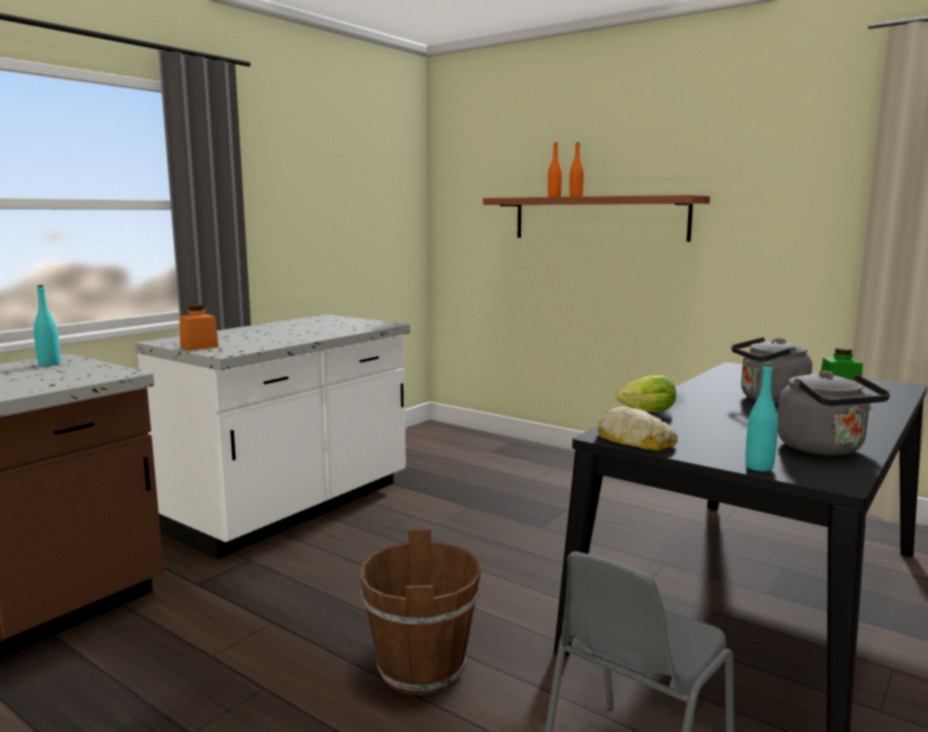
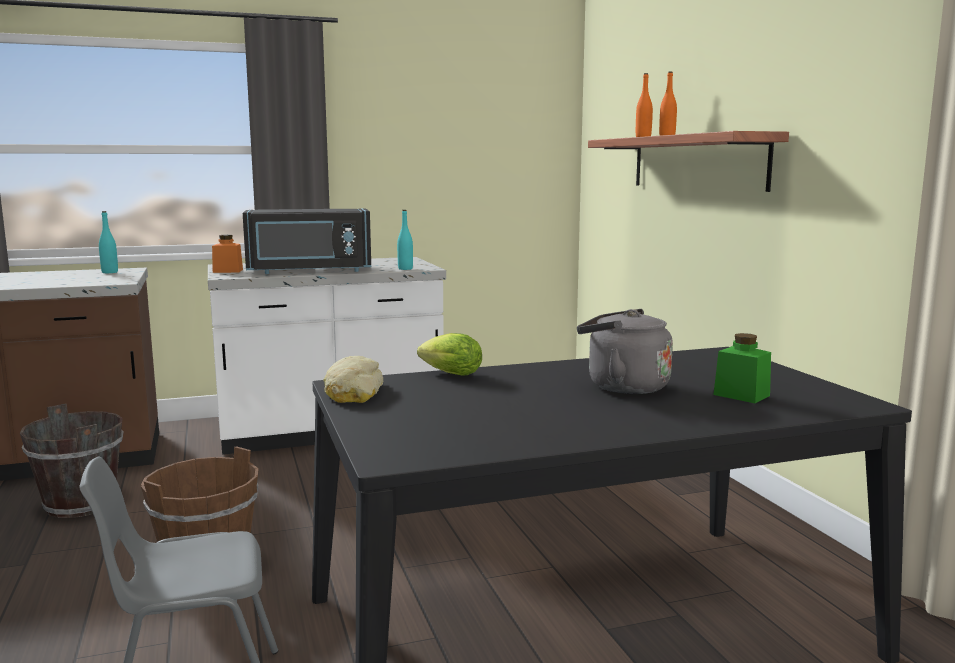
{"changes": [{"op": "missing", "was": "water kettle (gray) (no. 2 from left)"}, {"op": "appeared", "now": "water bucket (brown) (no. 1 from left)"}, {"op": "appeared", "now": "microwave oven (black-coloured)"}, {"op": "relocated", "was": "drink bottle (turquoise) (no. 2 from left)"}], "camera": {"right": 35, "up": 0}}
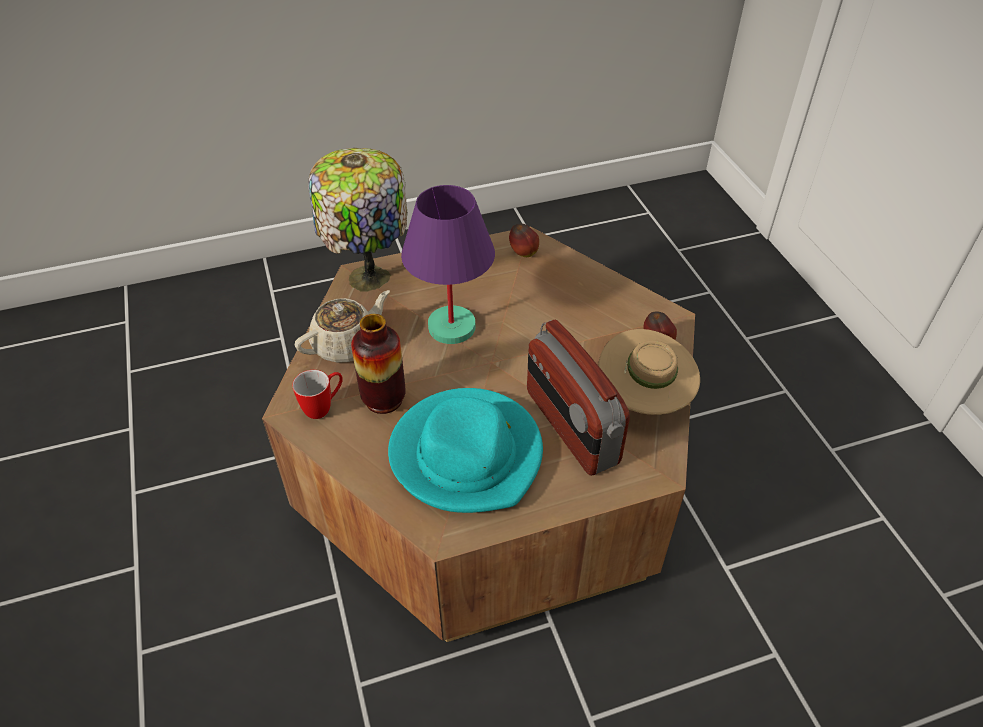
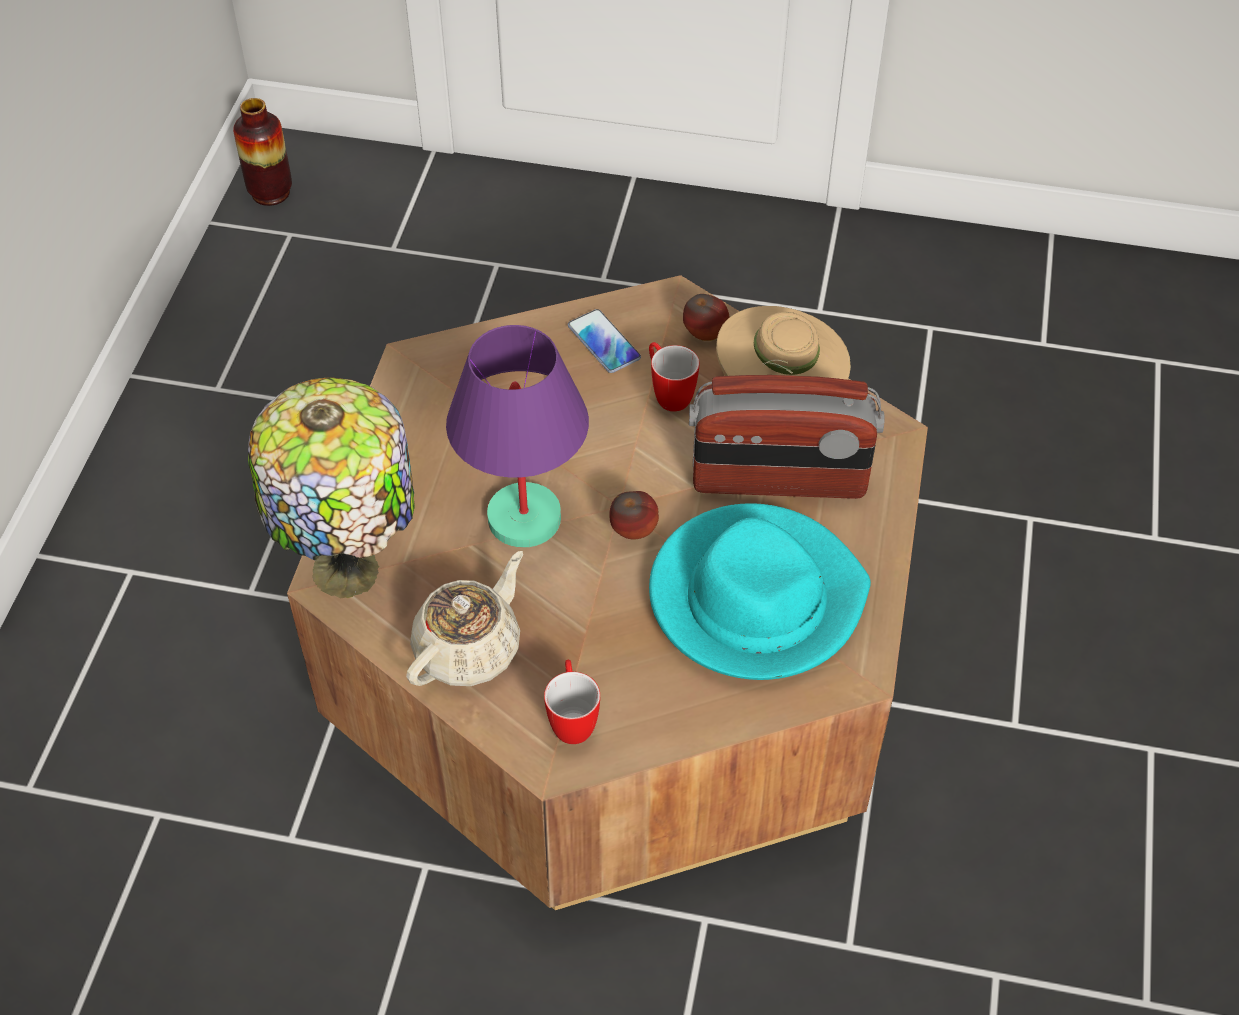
{"changes": [{"op": "appeared", "now": "phone"}, {"op": "appeared", "now": "mug (no. 2 from left)"}, {"op": "relocated", "was": "decorative vase"}, {"op": "relocated", "was": "apple (no. 1 from left)"}, {"op": "spun", "was": "teapot (beige-coloured)", "clockwise": 45}], "camera": {"right": -60, "up": 5}}
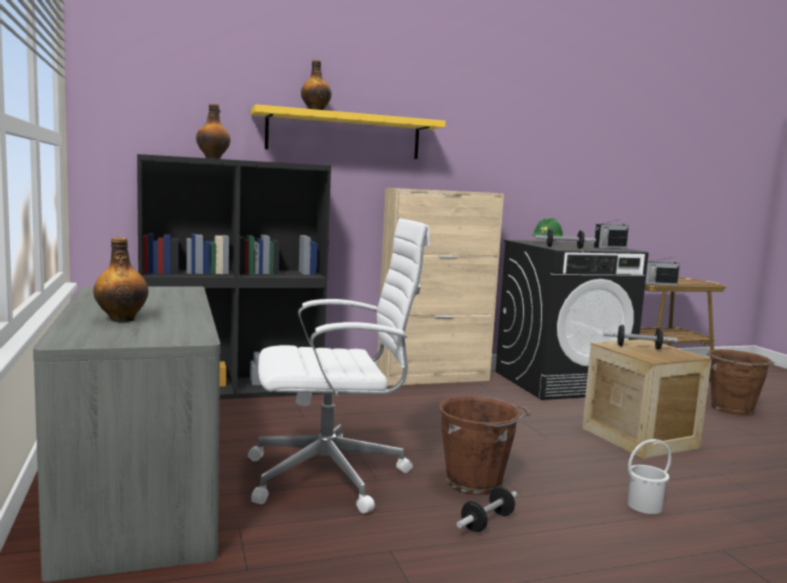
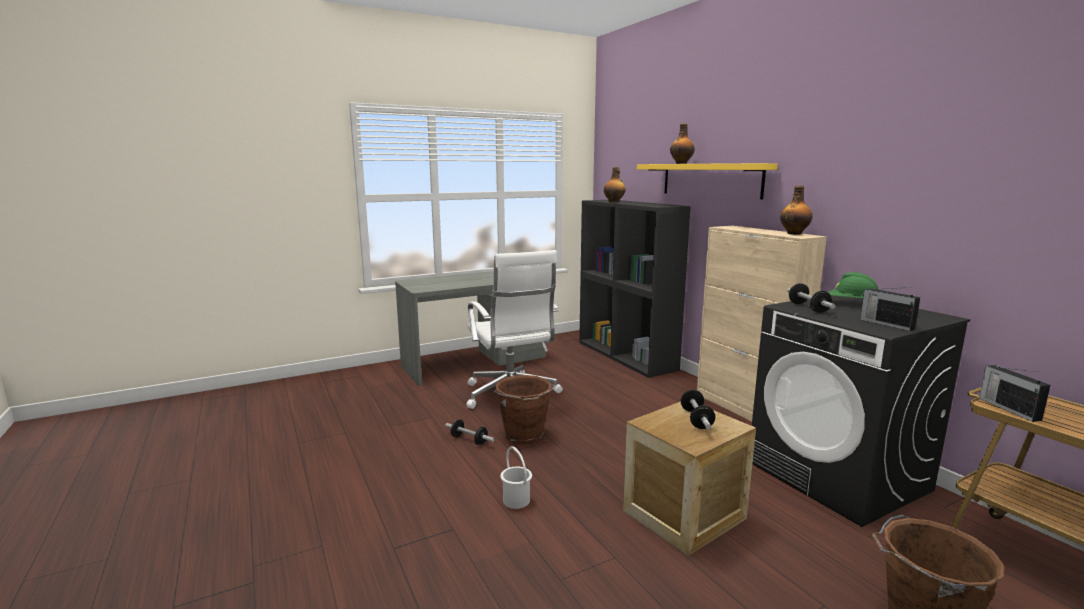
{"changes": [{"op": "relocated", "was": "drink bottle (no. 1 from left in the first image)", "now": "drink bottle (no. 3 from left)"}], "camera": {"right": 80, "up": 5}}
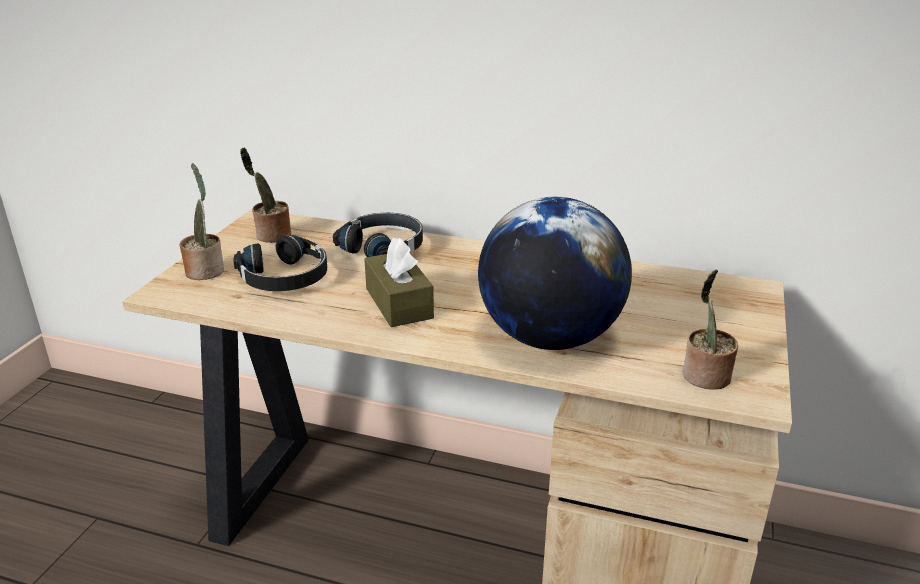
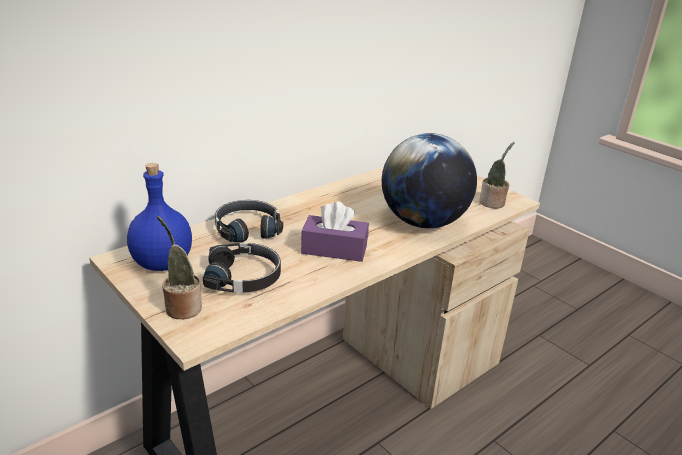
{"changes": [{"op": "exchanged", "was": "houseplant (no. 2 from left)", "now": "drink bottle (blue-coloured)"}, {"op": "colour", "was": "box of tissues (brown)", "now": "box of tissues (purplish)"}], "camera": {"right": -60, "up": 0}}
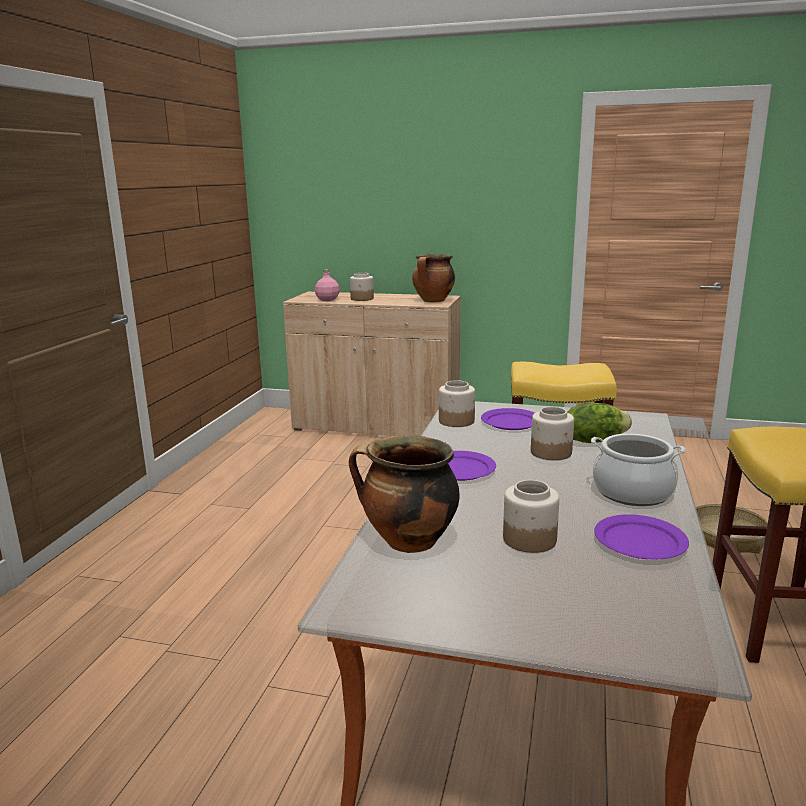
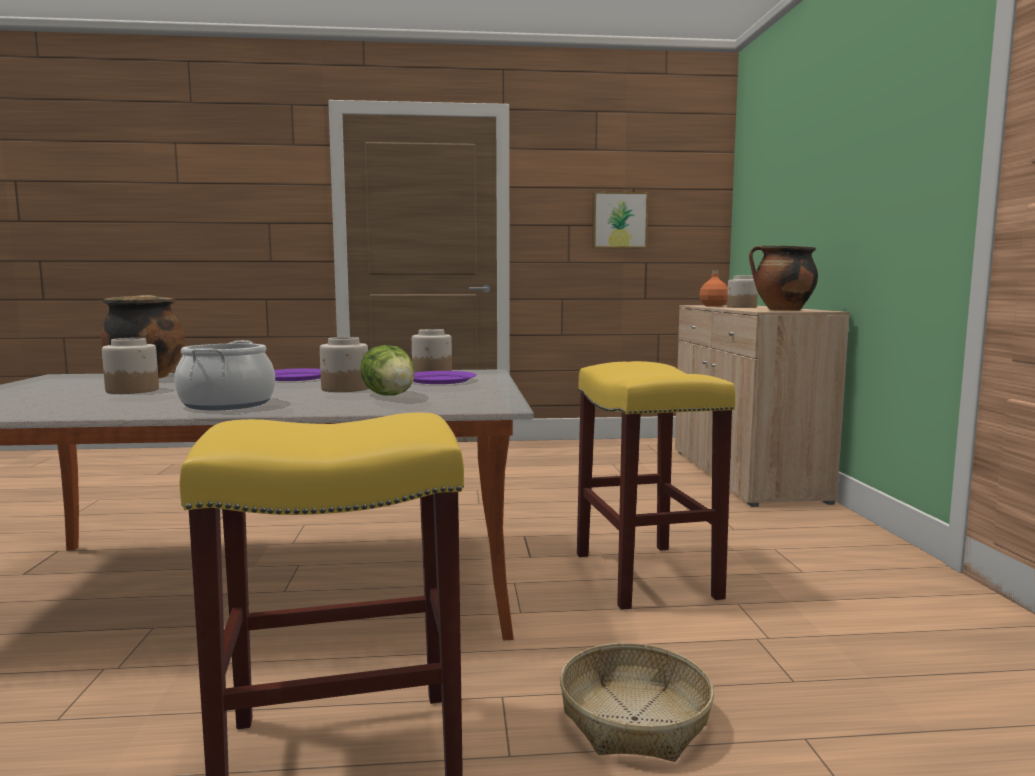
{"changes": [{"op": "missing", "was": "plate (purplish) (no. 3 from left)"}, {"op": "appeared", "now": "wall art"}, {"op": "colour", "was": "drink bottle (pink)", "now": "drink bottle (orange-coloured)"}], "camera": {"right": 70, "up": -10}}
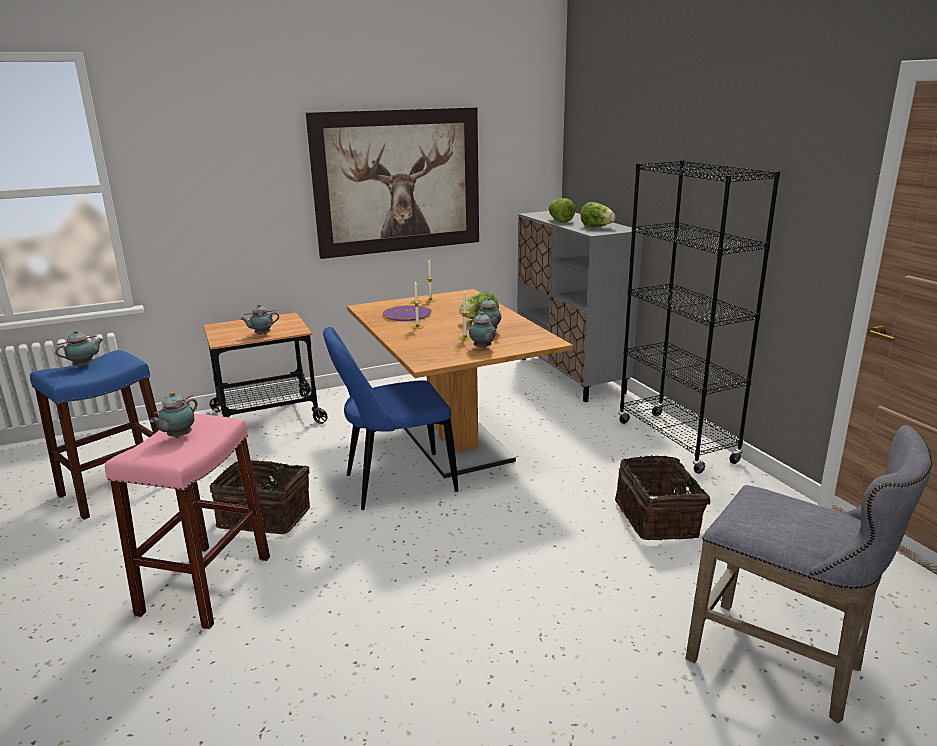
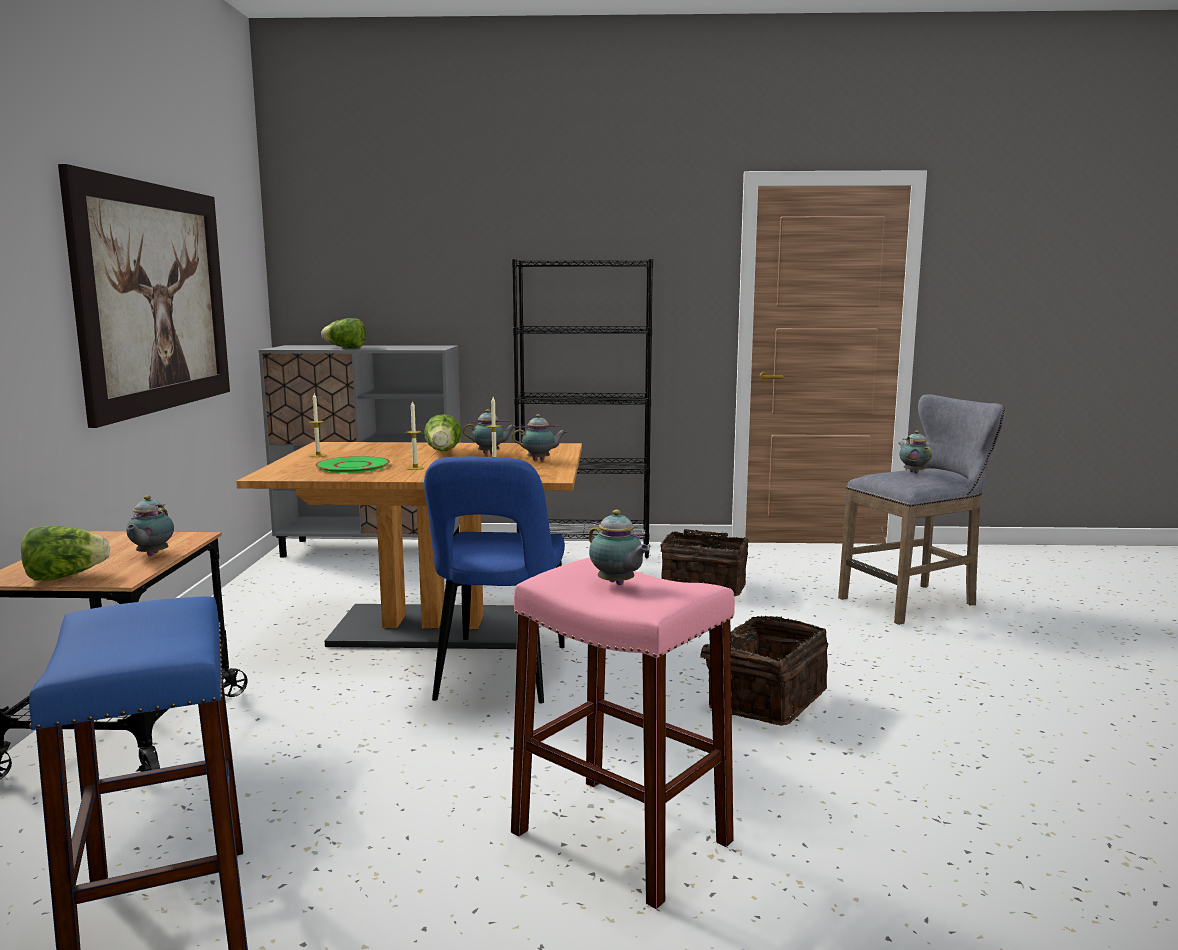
{"changes": [{"op": "relocated", "was": "teapot (no. 1 from left in the first image)", "now": "teapot (no. 5 from left)"}, {"op": "relocated", "was": "household basket (no. 1 from left in the first image)", "now": "household basket (no. 2 from left)"}, {"op": "relocated", "was": "lettuce (no. 3 from left in the first image)", "now": "lettuce (no. 1 from left)"}, {"op": "colour", "was": "plate (purplish)", "now": "plate (greenish)"}], "camera": {"right": -65, "up": -10}}
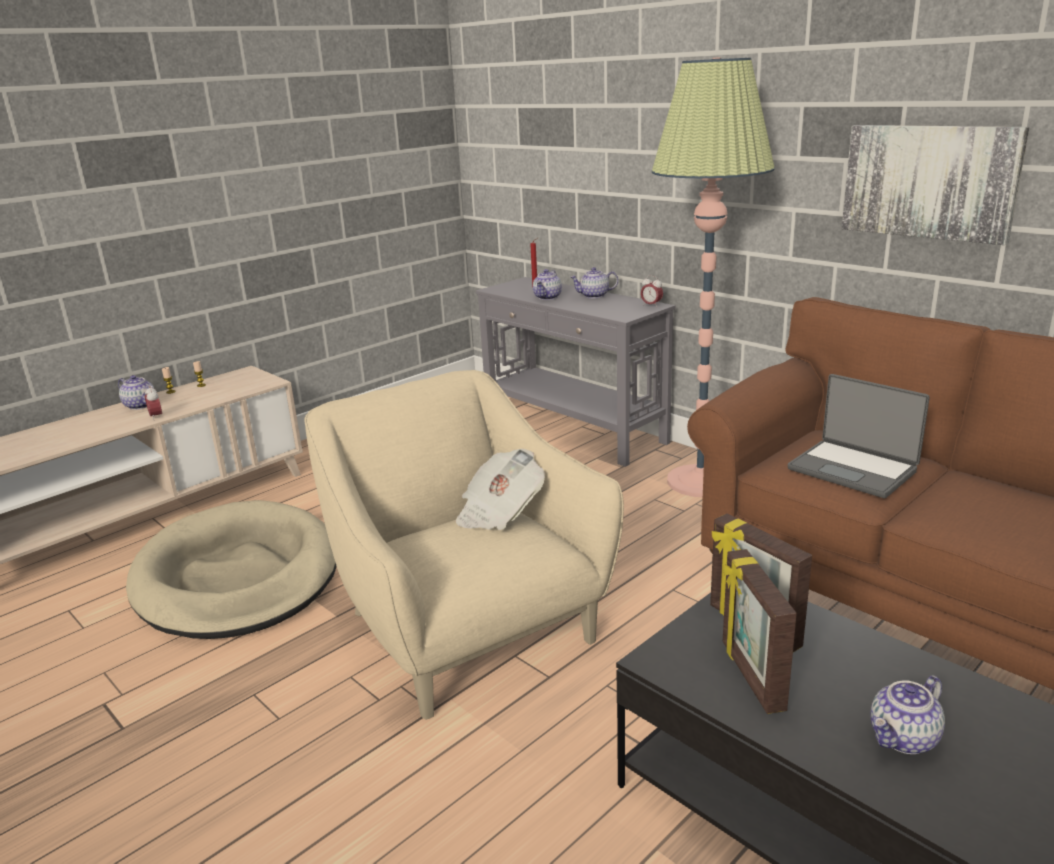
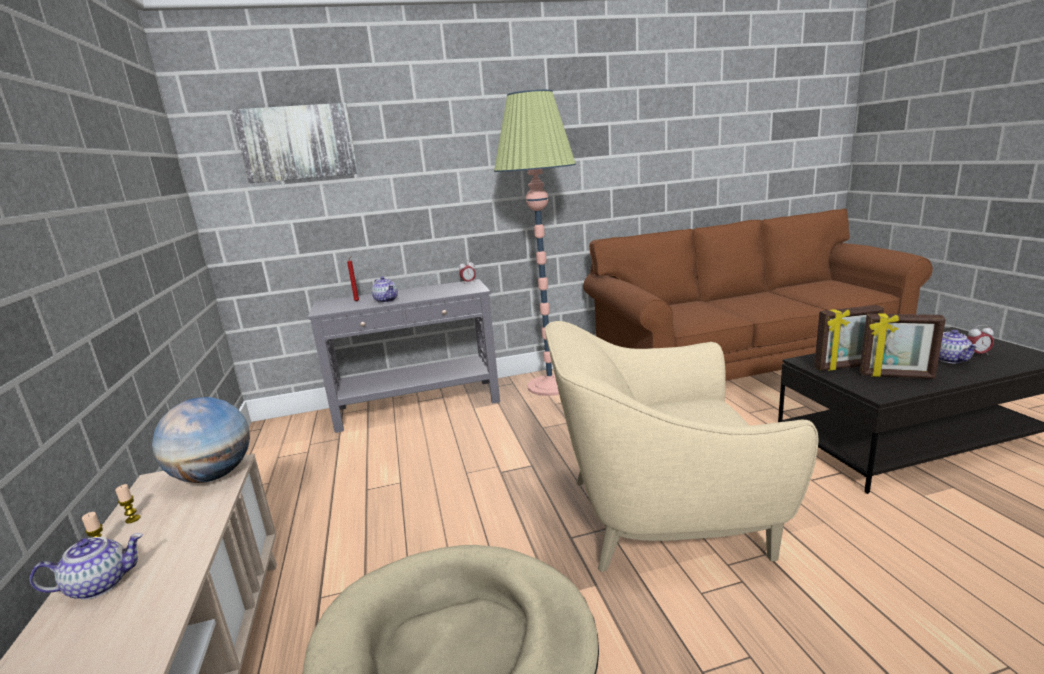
{"changes": [{"op": "missing", "was": "daily paper"}, {"op": "missing", "was": "teapot (no. 3 from left)"}, {"op": "missing", "was": "notebook computer"}, {"op": "appeared", "now": "world globe"}, {"op": "relocated", "was": "table clock (no. 1 from left in the first image)", "now": "table clock (no. 2 from left)"}, {"op": "relocated", "was": "wall art"}], "camera": {"right": -60, "up": -5}}
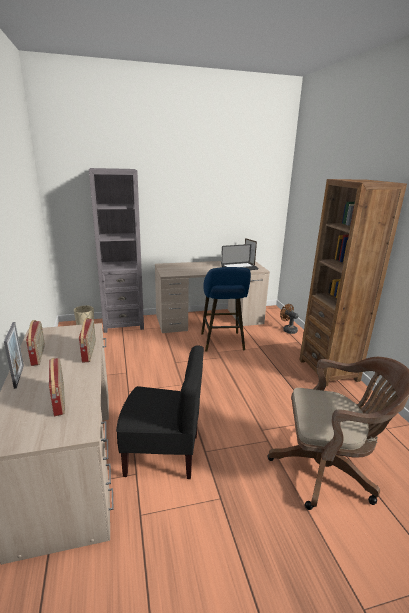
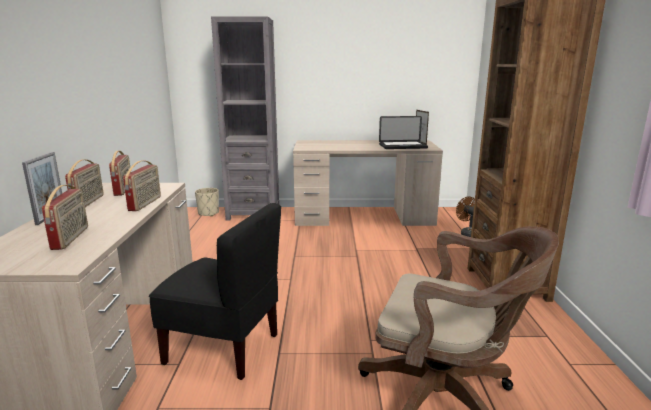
{"changes": [{"op": "missing", "was": "stool (blue-coloured)"}, {"op": "appeared", "now": "radio receiver (no. 3 from left)"}], "camera": {"right": 15, "up": -5}}
